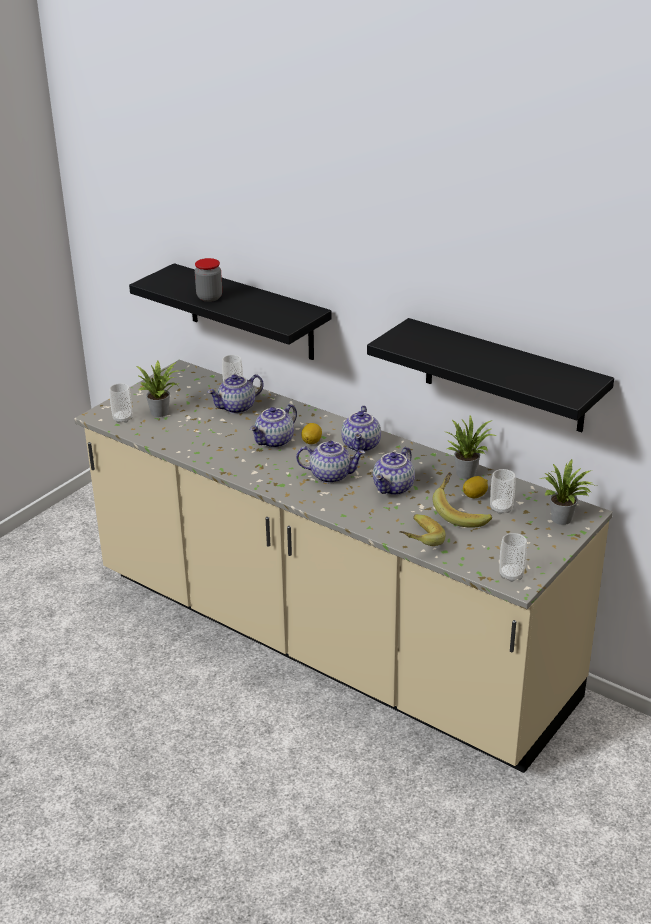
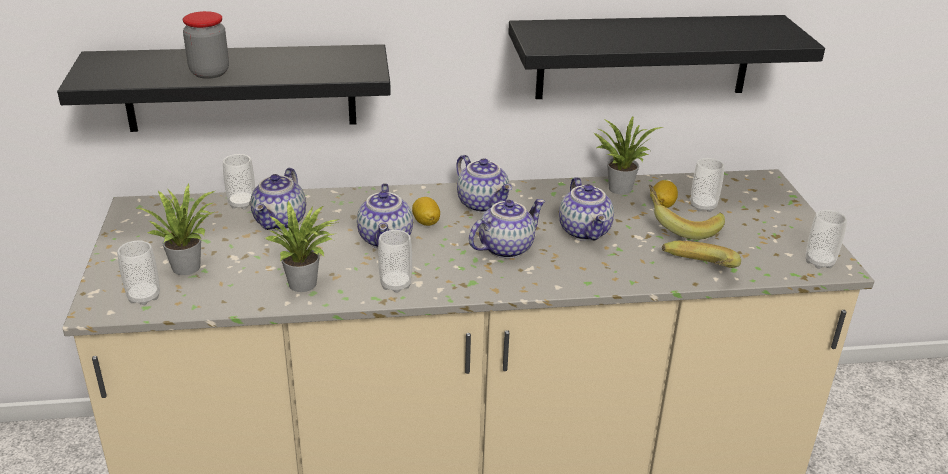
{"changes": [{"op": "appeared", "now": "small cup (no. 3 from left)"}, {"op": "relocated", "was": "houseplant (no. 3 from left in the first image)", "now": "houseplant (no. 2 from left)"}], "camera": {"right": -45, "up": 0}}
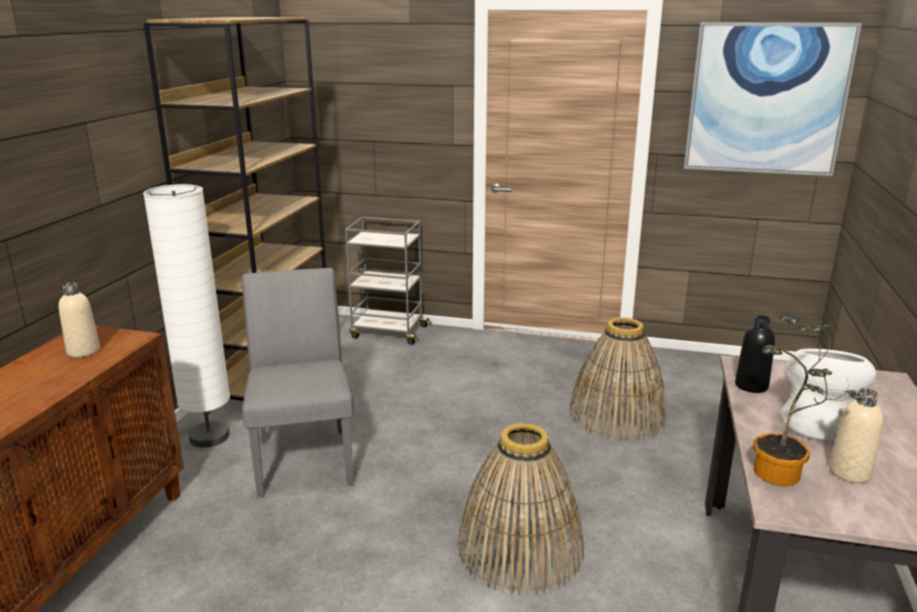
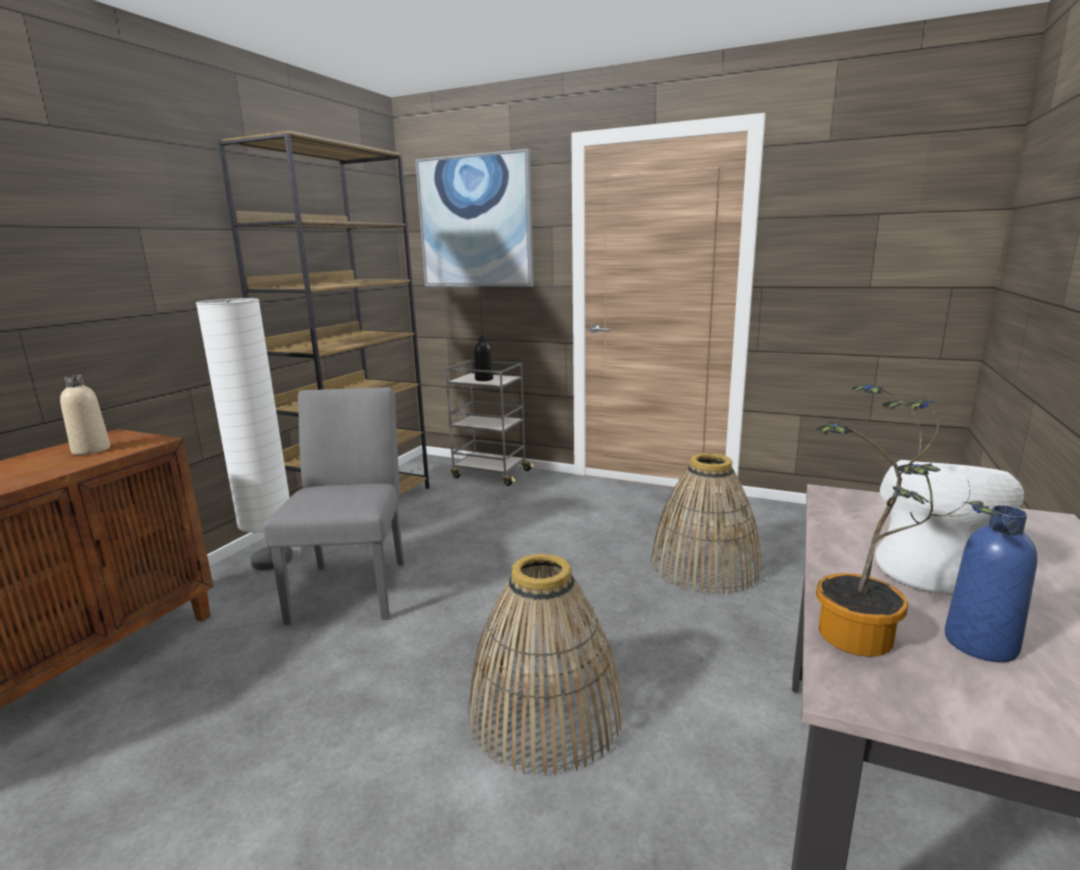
{"changes": [{"op": "relocated", "was": "wall art"}, {"op": "relocated", "was": "drink bottle (black-coloured)"}, {"op": "colour", "was": "drink bottle (beige-coloured) (no. 2 from left)", "now": "drink bottle (blue-coloured)"}], "camera": {"right": 10, "up": -5}}
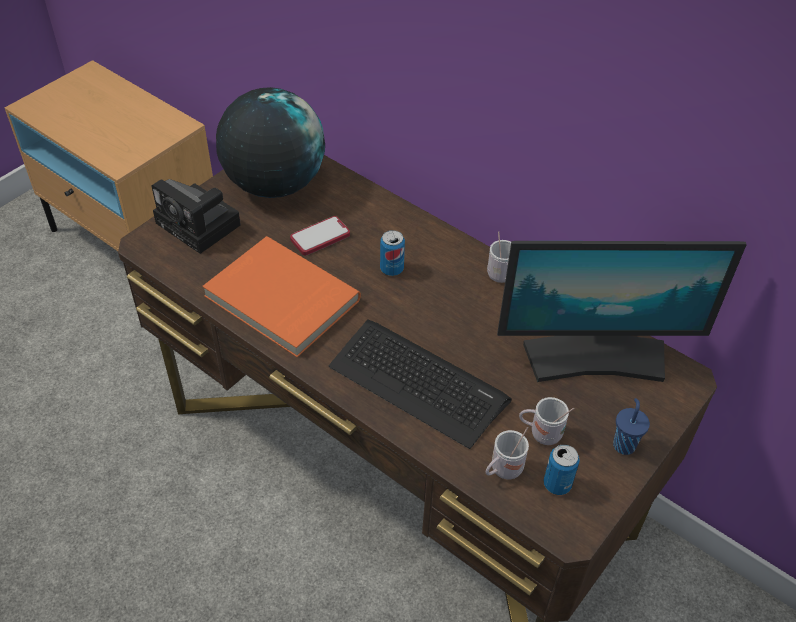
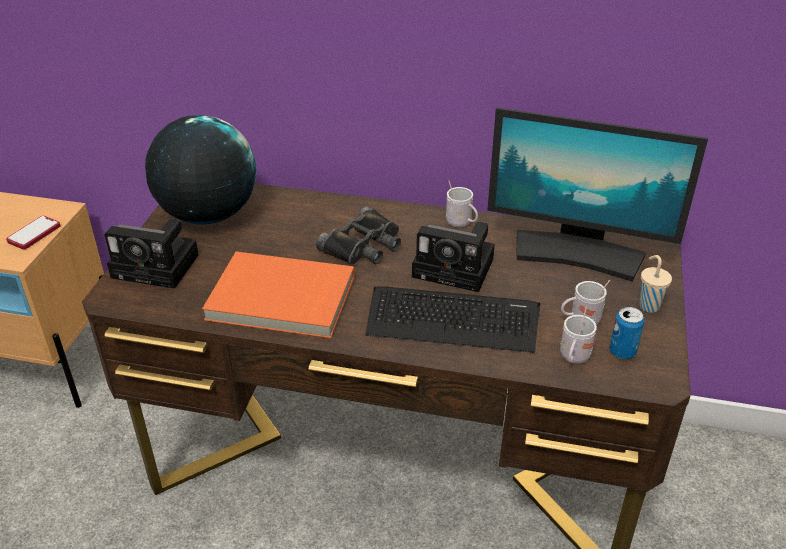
{"changes": [{"op": "appeared", "now": "still camera (no. 2 from left)"}, {"op": "relocated", "was": "phone"}, {"op": "exchanged", "was": "metal can (no. 1 from left)", "now": "pair of binoculars (black-coloured)"}, {"op": "colour", "was": "small cup (blue-coloured)", "now": "small cup (beige-coloured)"}, {"op": "spun", "was": "computer display", "clockwise": 45}], "camera": {"right": -25, "up": -10}}
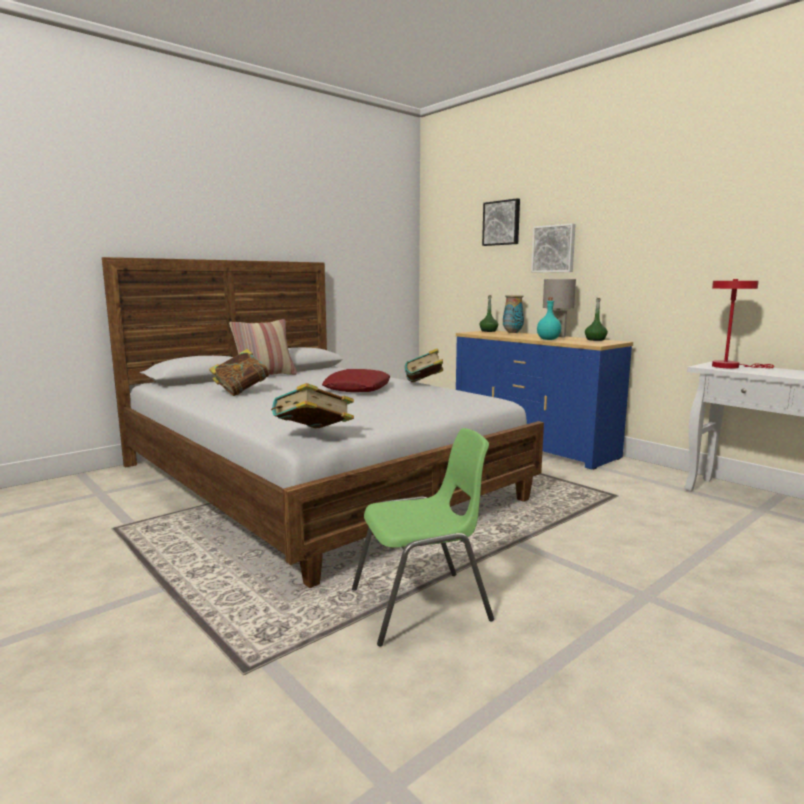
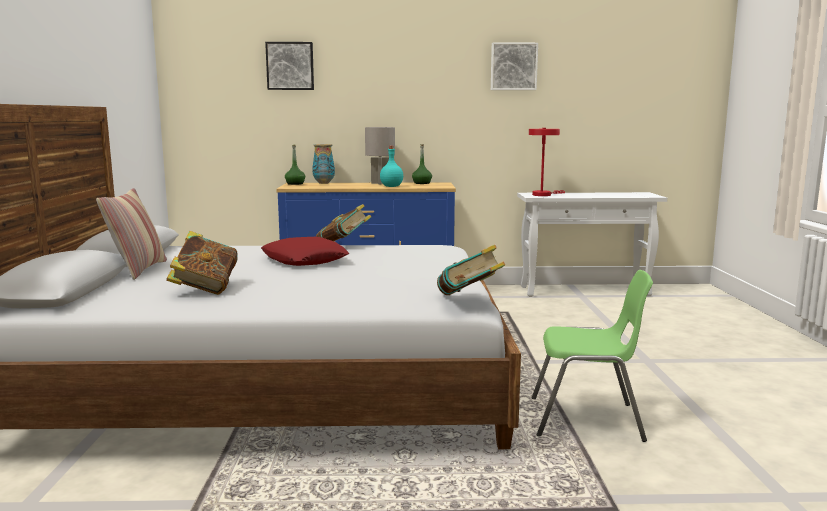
{"changes": [{"op": "relocated", "was": "wall art (no. 2 from left)"}, {"op": "spun", "was": "upright chair (greenish)", "clockwise": 75}], "camera": {"right": -50, "up": 0}}
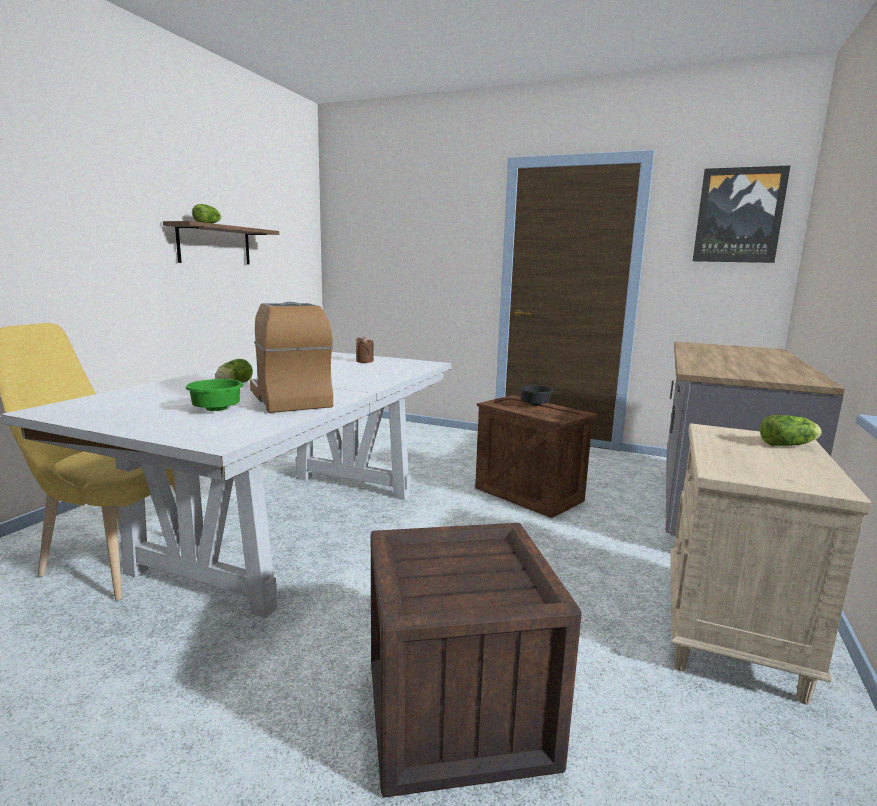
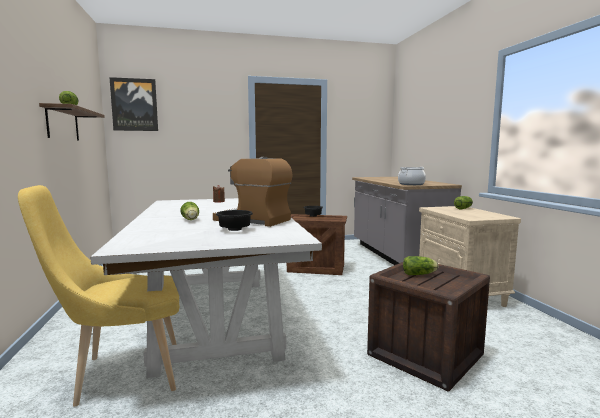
{"changes": [{"op": "appeared", "now": "cooking pot"}, {"op": "appeared", "now": "lettuce (no. 3 from left)"}, {"op": "relocated", "was": "wall art"}, {"op": "colour", "was": "serving bowl (greenish)", "now": "serving bowl (black-coloured) (no. 1 from left)"}], "camera": {"right": -35, "up": -5}}
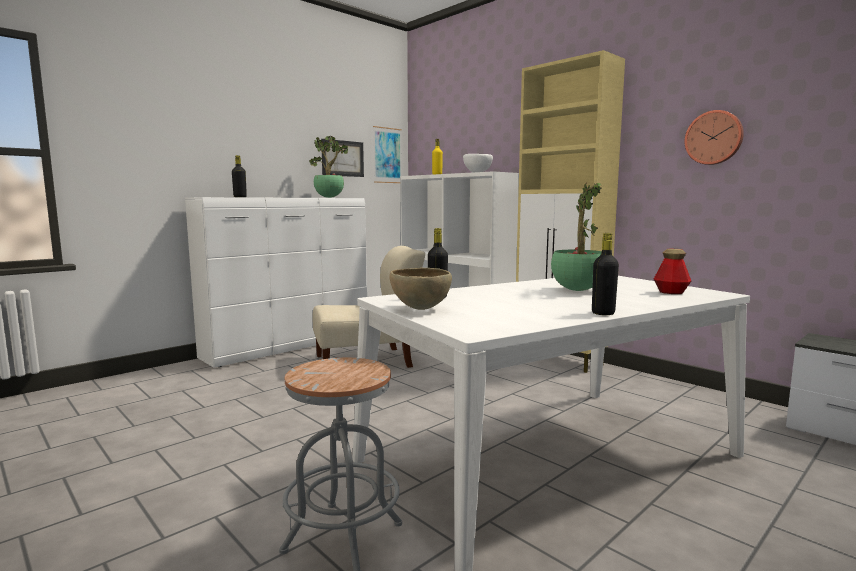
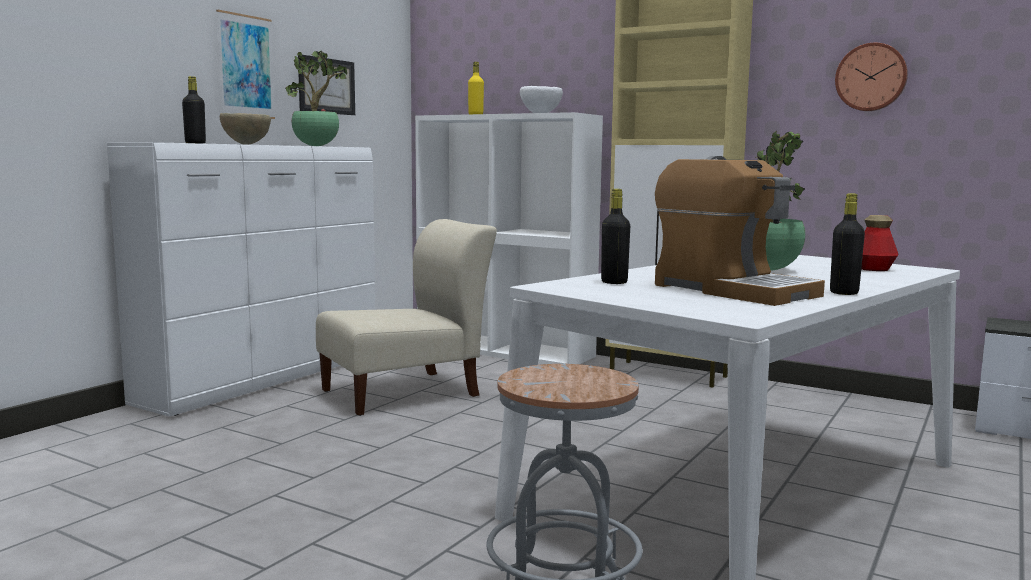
{"changes": [{"op": "appeared", "now": "coffee machine"}, {"op": "relocated", "was": "wall art (no. 2 from left in the first image)", "now": "wall art (no. 1 from left)"}, {"op": "relocated", "was": "serving bowl (brown)"}], "camera": {"right": -15, "up": 0}}
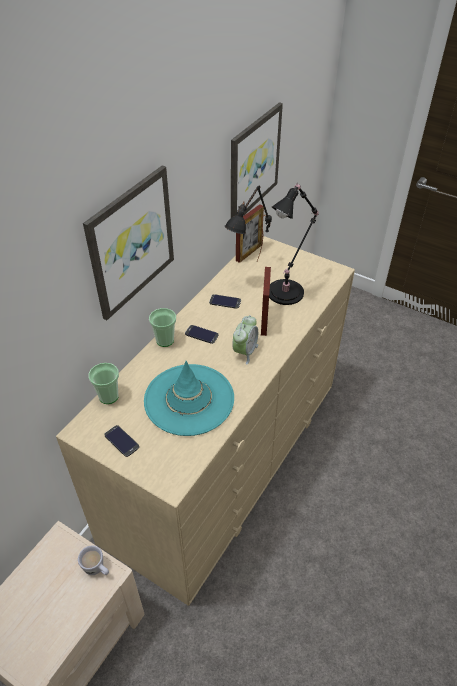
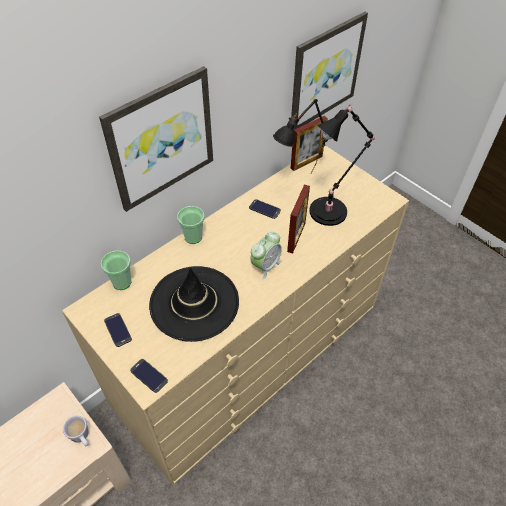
{"changes": [{"op": "relocated", "was": "phone (no. 2 from left)"}, {"op": "colour", "was": "clothing hat (turquoise)", "now": "clothing hat (black-coloured)"}], "camera": {"right": 15, "up": 5}}
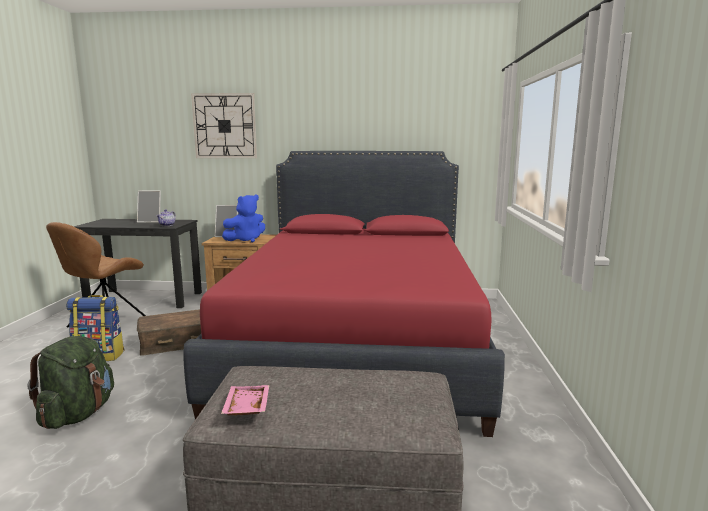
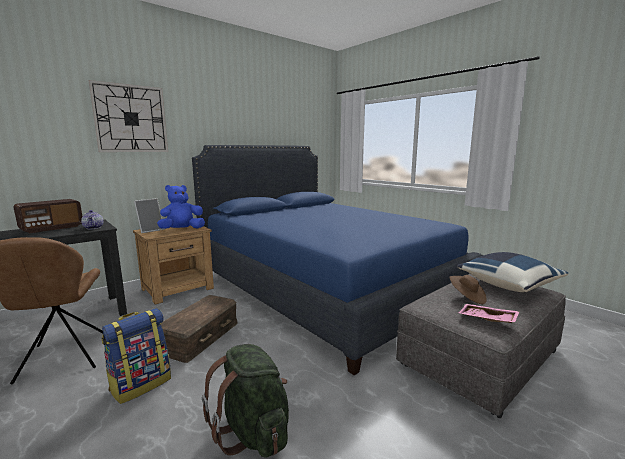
{"changes": [{"op": "appeared", "now": "clothing hat (brown)"}, {"op": "appeared", "now": "throw pillow (blue-coloured)"}, {"op": "exchanged", "was": "standing frame (no. 1 from left)", "now": "radio receiver"}, {"op": "colour", "was": "bed (red-coloured)", "now": "bed (blue-coloured)"}, {"op": "spun", "was": "plush toy (blue-coloured)", "clockwise": -135}], "camera": {"right": -45, "up": 0}}
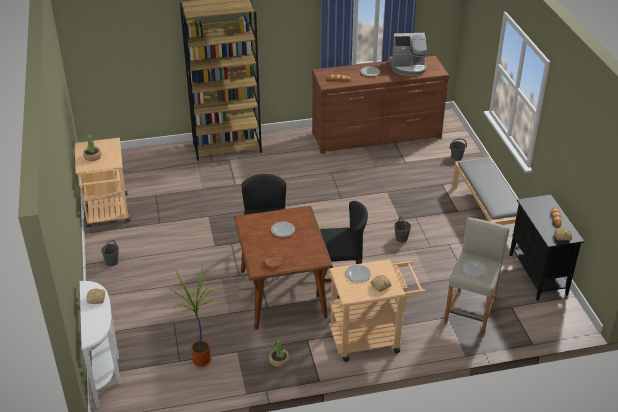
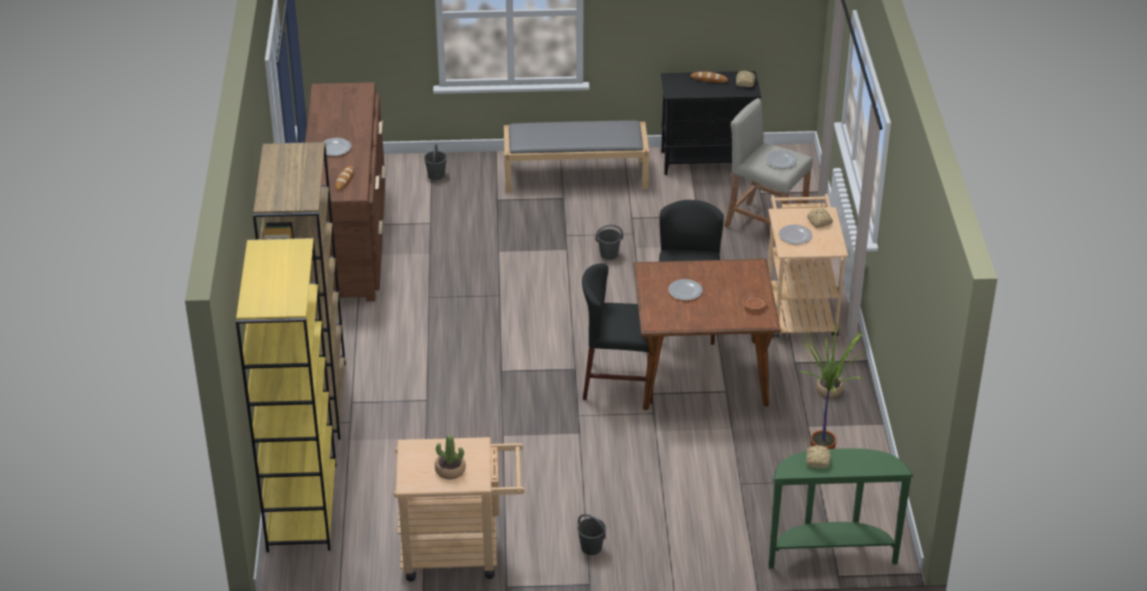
{"changes": [{"op": "missing", "was": "coffee machine"}, {"op": "appeared", "now": "shelving unit (yellowish)"}, {"op": "colour", "was": "hall table (white-coloured)", "now": "hall table (greenish)"}], "camera": {"right": -80, "up": 0}}
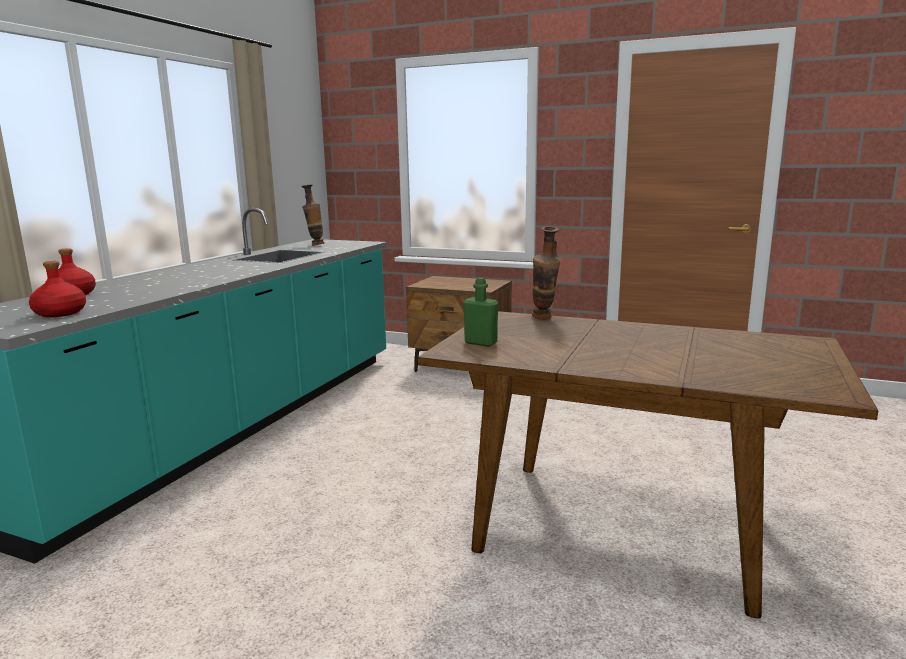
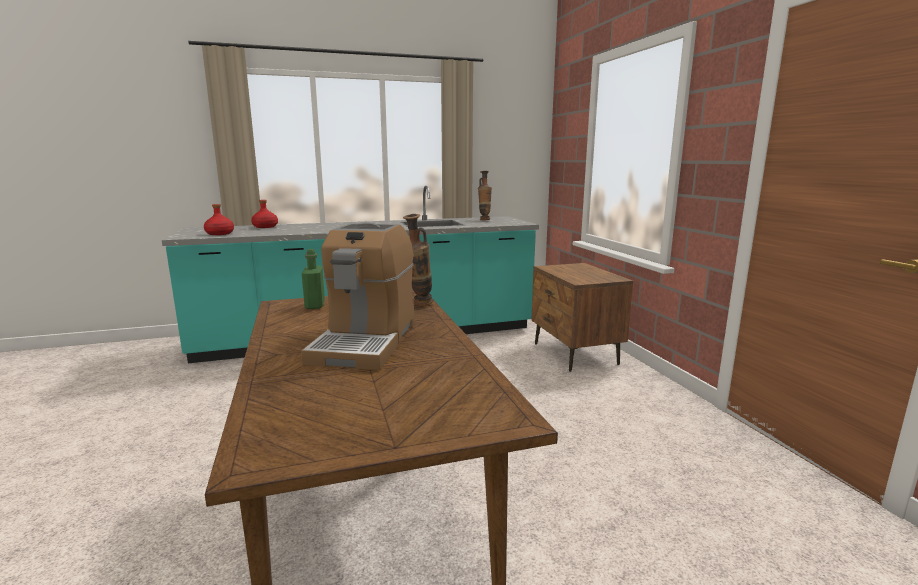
{"changes": [{"op": "appeared", "now": "coffee machine"}], "camera": {"right": 50, "up": 0}}
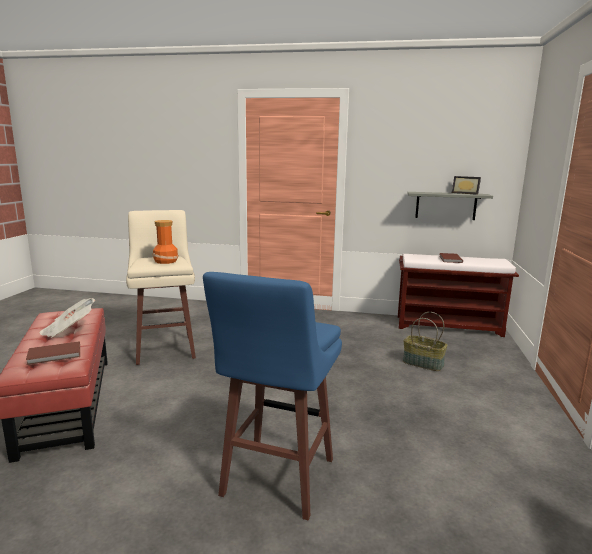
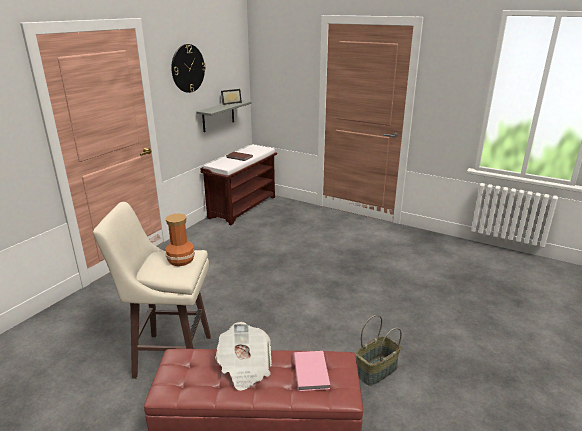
{"changes": [{"op": "missing", "was": "stool (blue-coloured)"}, {"op": "appeared", "now": "wall clock"}, {"op": "relocated", "was": "household basket"}, {"op": "colour", "was": "bound book (brown) (no. 1 from left)", "now": "bound book (pink)"}], "camera": {"right": -70, "up": 10}}
